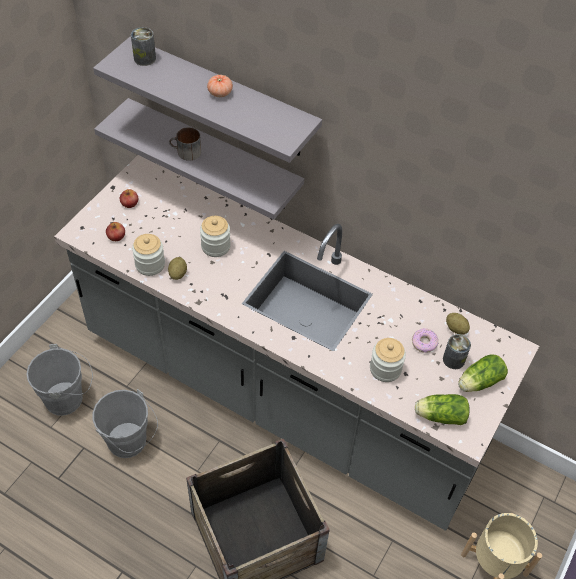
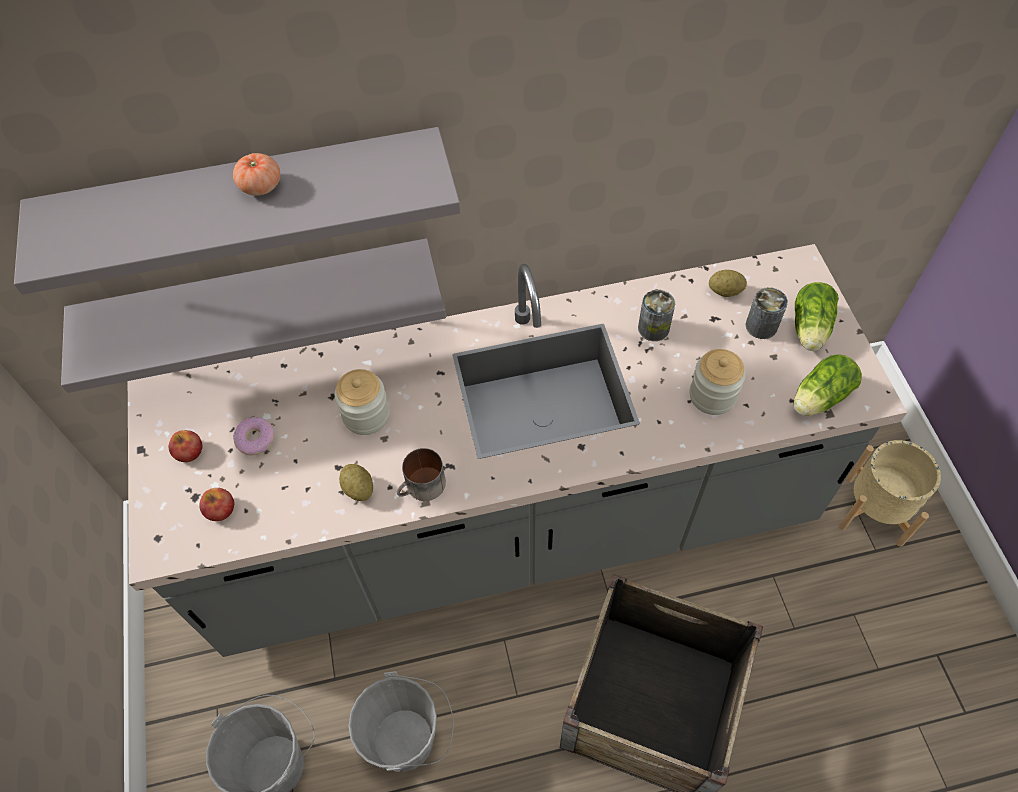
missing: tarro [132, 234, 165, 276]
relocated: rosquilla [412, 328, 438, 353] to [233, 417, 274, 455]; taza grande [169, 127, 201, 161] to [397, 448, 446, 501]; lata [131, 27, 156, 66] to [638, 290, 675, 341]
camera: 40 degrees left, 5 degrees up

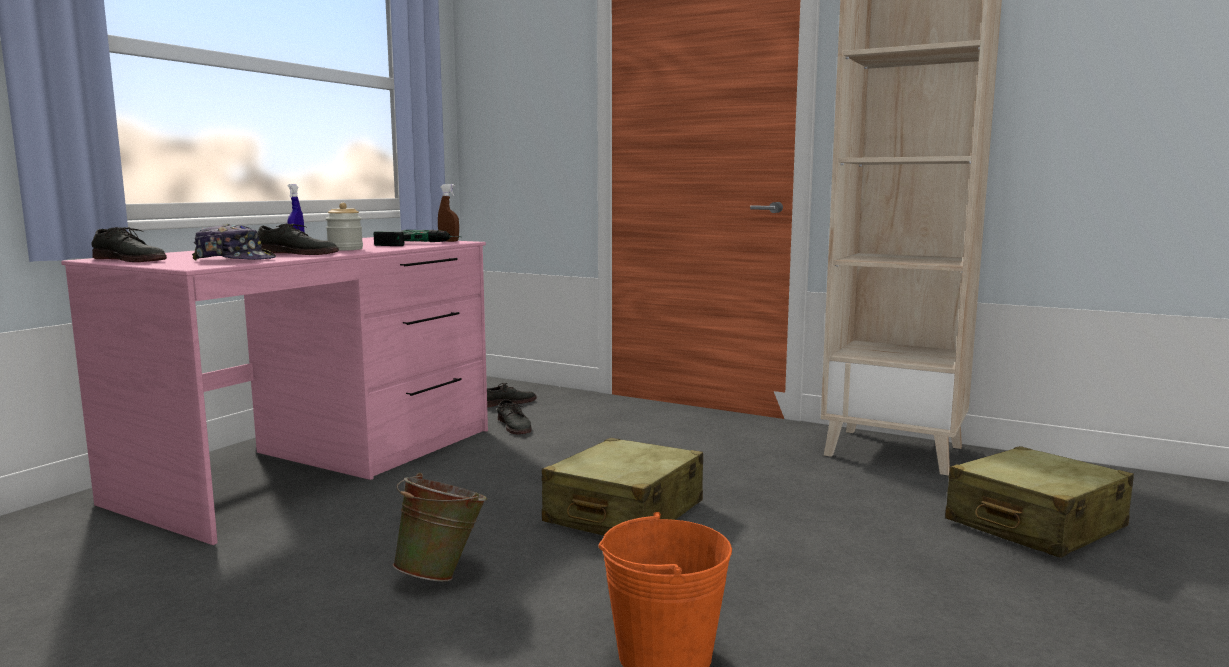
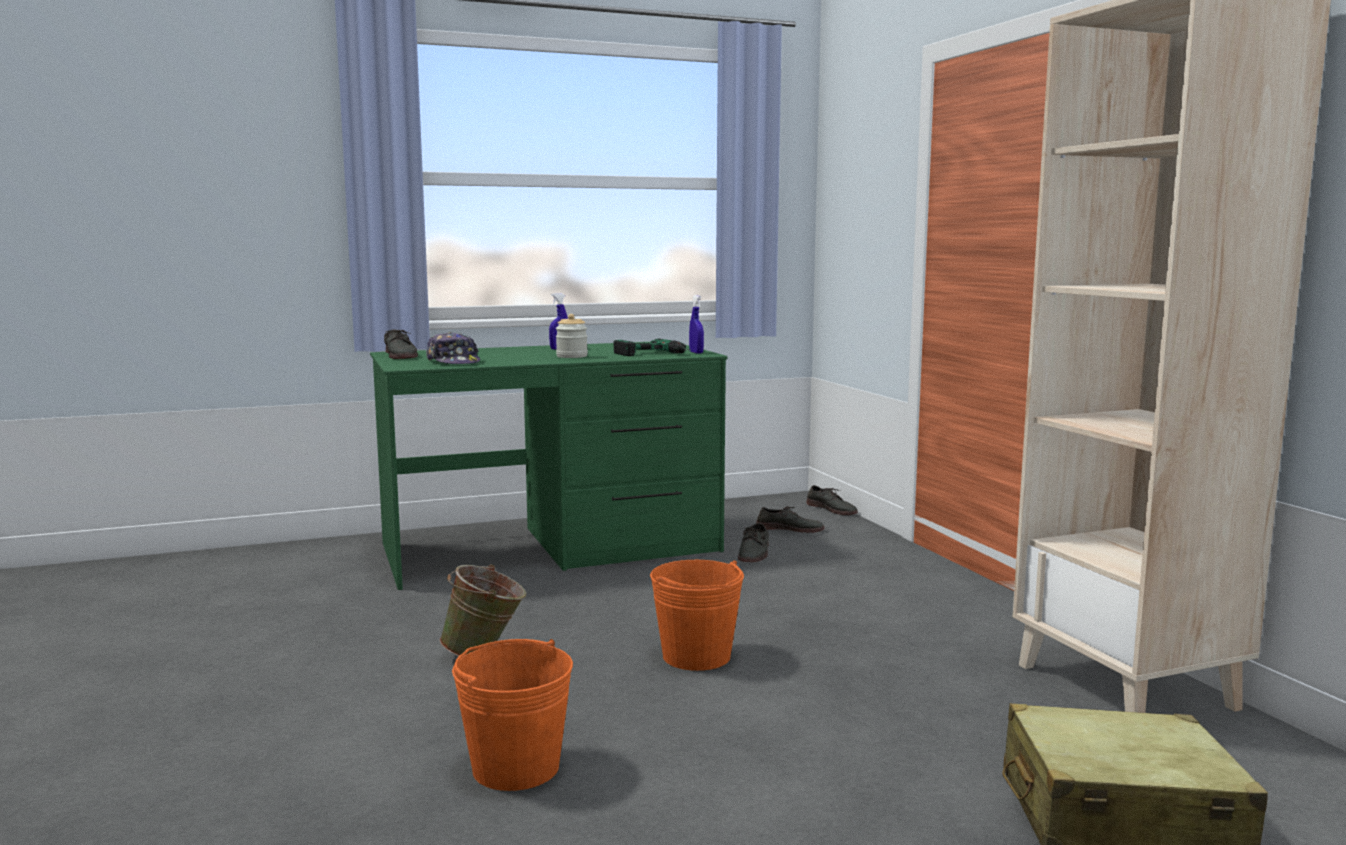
relocated: zapato [gris] [257, 224, 339, 255] to [806, 485, 858, 515]
exchanged: maleta [beis] [542, 438, 703, 536] to cubo [naranja] [650, 560, 744, 671]
colour: escritorio [rosa] [61, 237, 488, 545] to escritorio [verde] [370, 342, 728, 590]; pulverizador [marrón] [438, 184, 459, 242] to pulverizador [azul] [689, 295, 704, 354]
camera: 40 degrees right, 0 degrees up

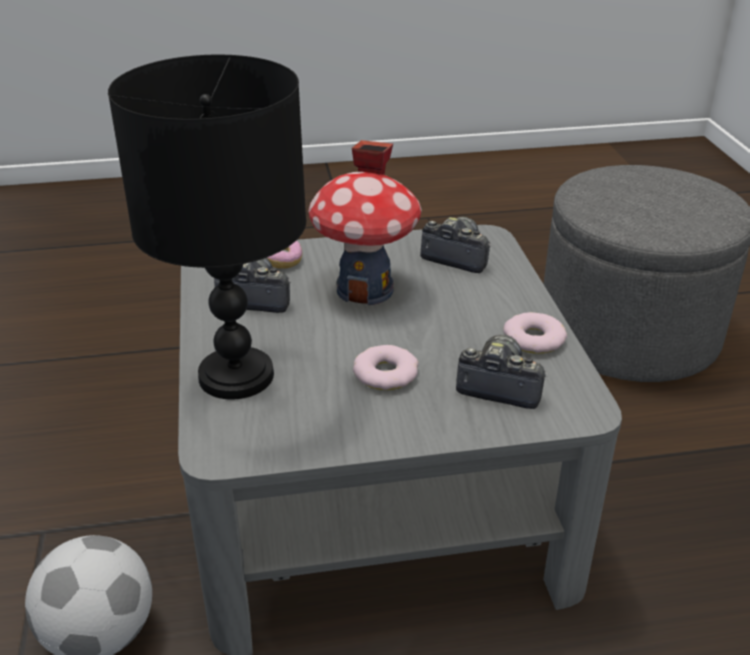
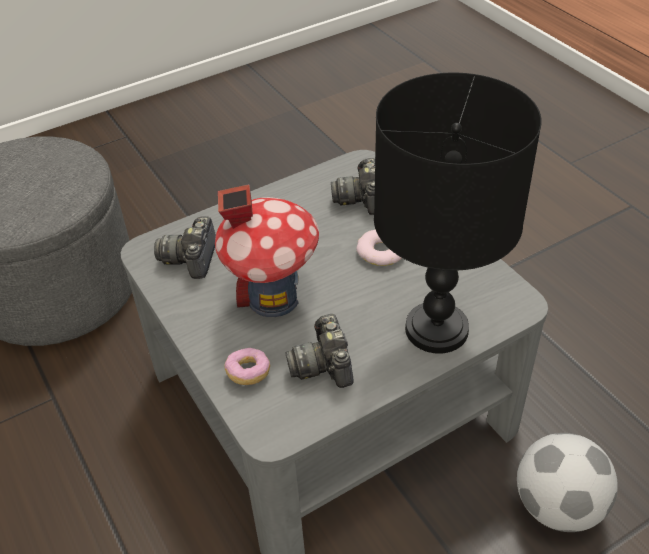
missing: rosquilla [503, 312, 567, 354]
camera: 110 degrees left, 10 degrees up

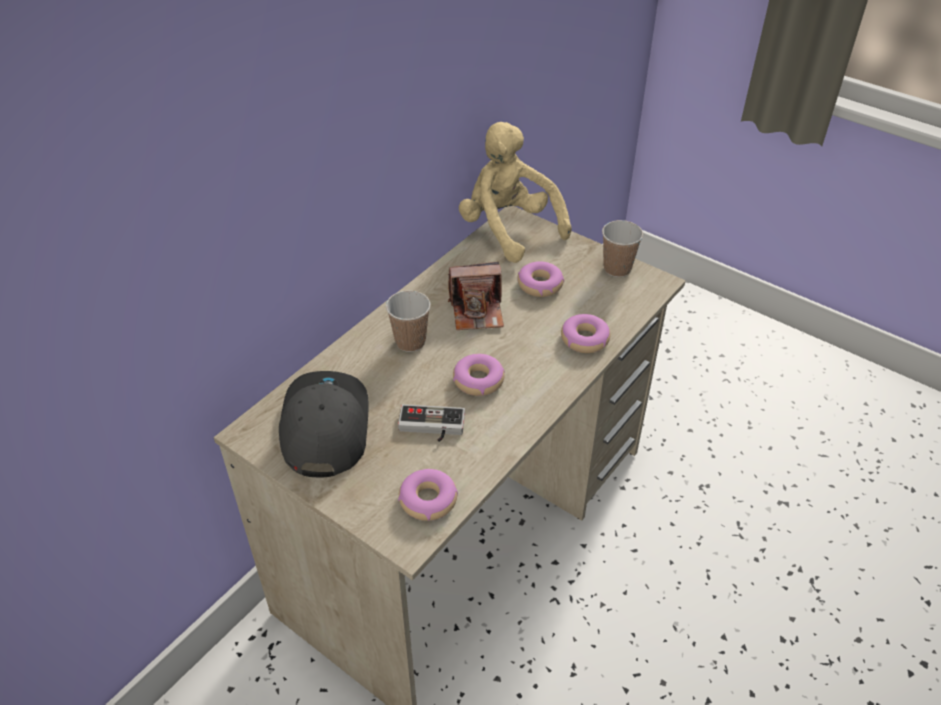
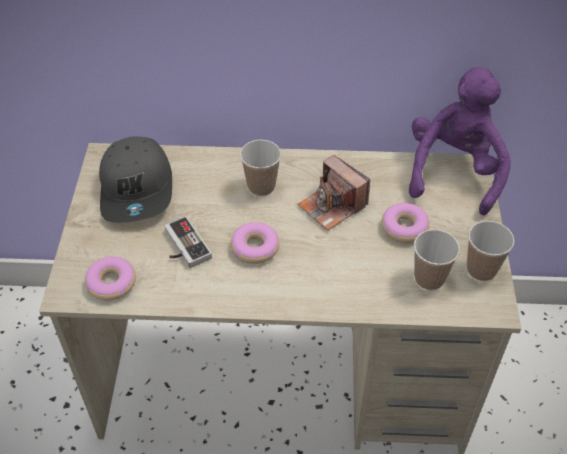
missing: rosquilla [561, 314, 611, 353]
appeared: taza [414, 229, 460, 290]
colour: peluche [beis] [459, 122, 572, 263] to peluche [morado] [409, 67, 511, 215]
spun: gorra [gris] [279, 371, 369, 478] = [99, 137, 172, 223] 120 degrees clockwise
camera: 55 degrees right, 5 degrees up

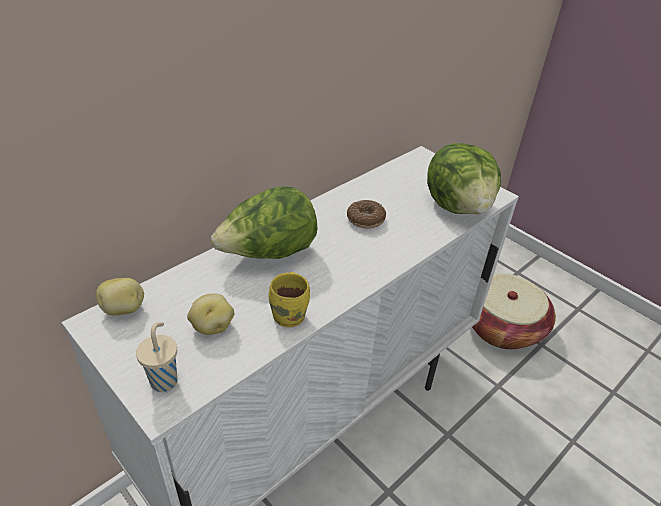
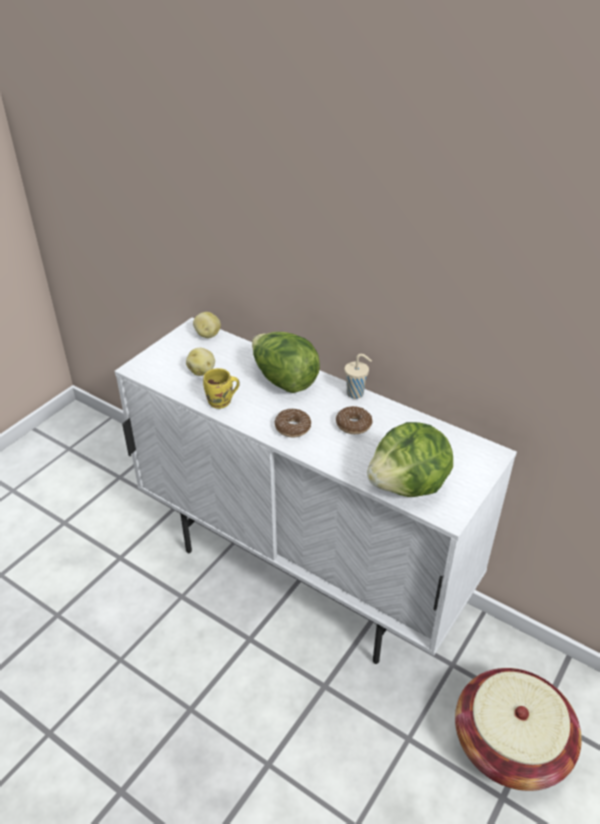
appeared: rosquilla [275, 408, 311, 437]
relocated: taza [beis] [136, 322, 177, 392] to [344, 354, 372, 399]
camera: 80 degrees right, 0 degrees up

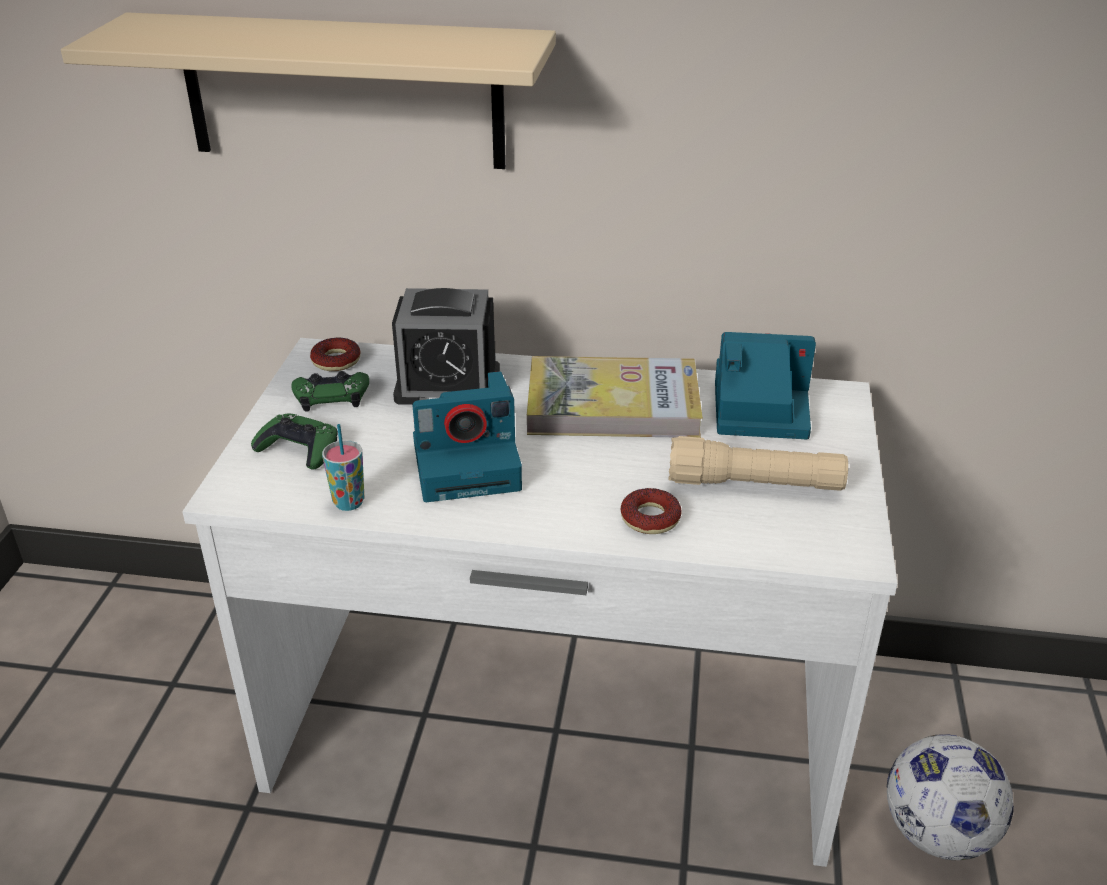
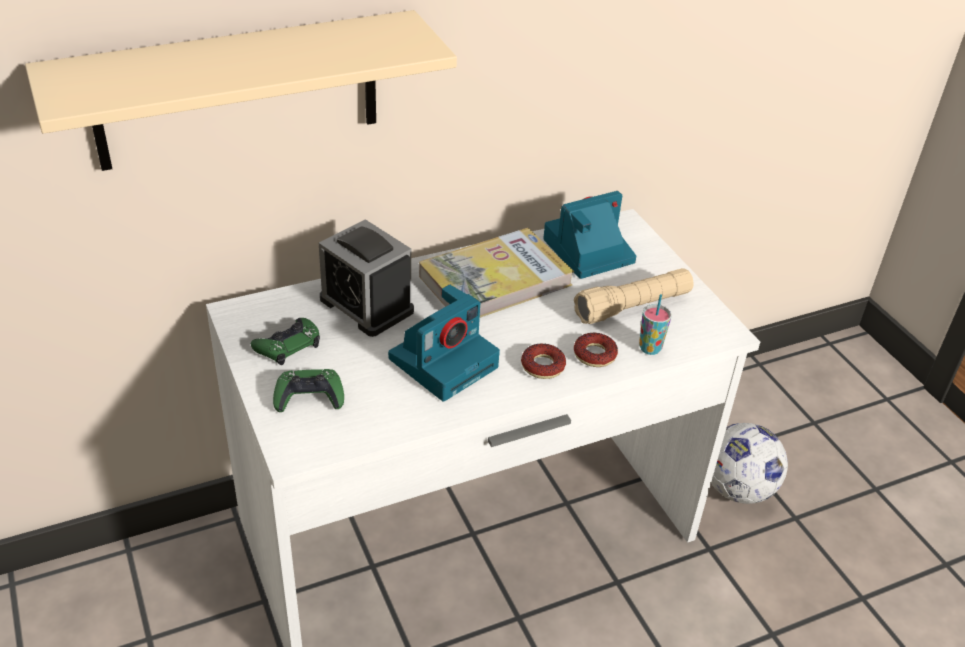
relocated: rosquilla [310, 338, 361, 371] to [521, 344, 566, 379]; taza [322, 424, 364, 511] to [639, 294, 672, 355]
spun: despertador [392, 288, 500, 405] = [319, 219, 414, 337] 75 degrees clockwise
camera: 35 degrees left, 5 degrees up

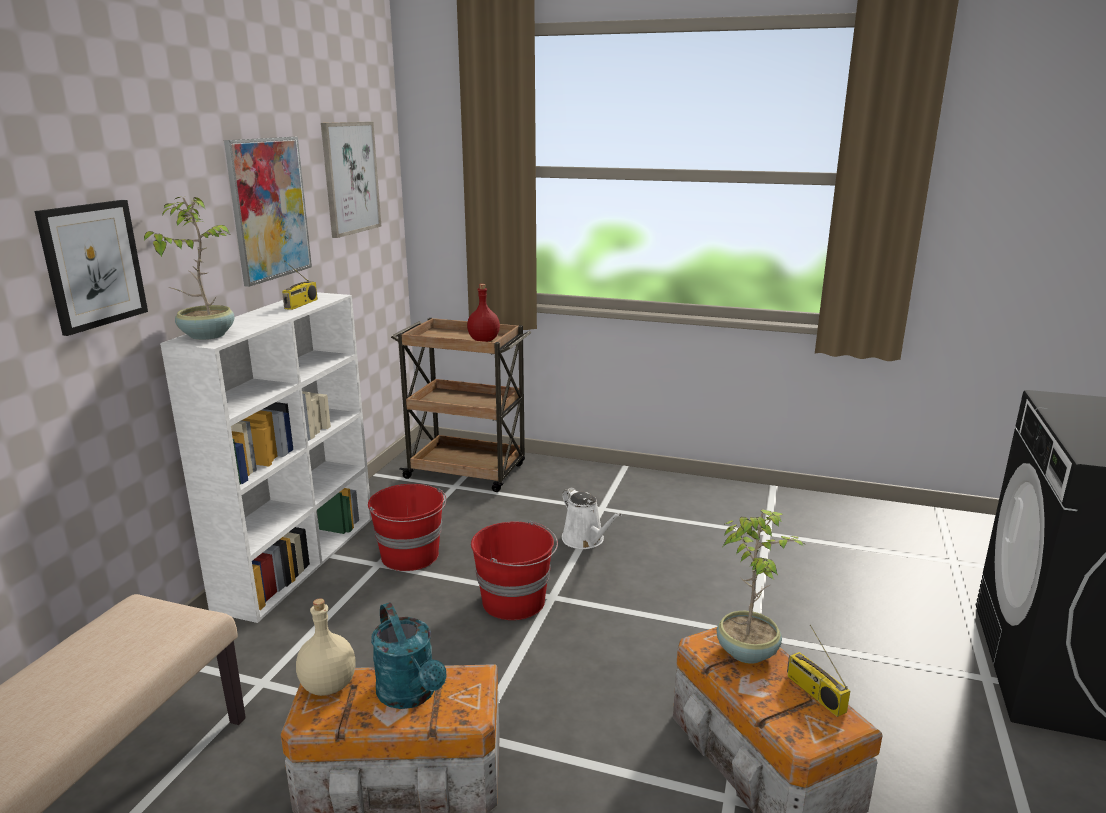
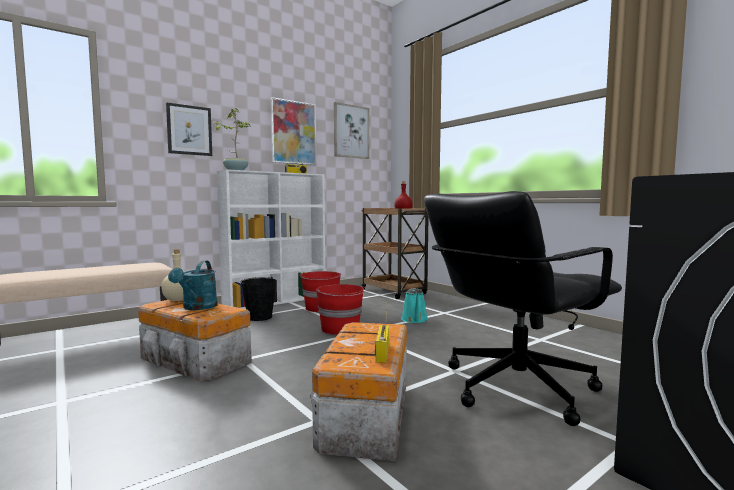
missing: planta en maceta [717, 510, 803, 664]
appeared: cubo [negro] [240, 277, 277, 321]; silla de oficina [negro] [424, 191, 622, 426]
colour: regadera [blanco] [562, 488, 622, 549] to regadera [turquesa] [401, 288, 428, 323]
camera: 35 degrees right, 15 degrees down

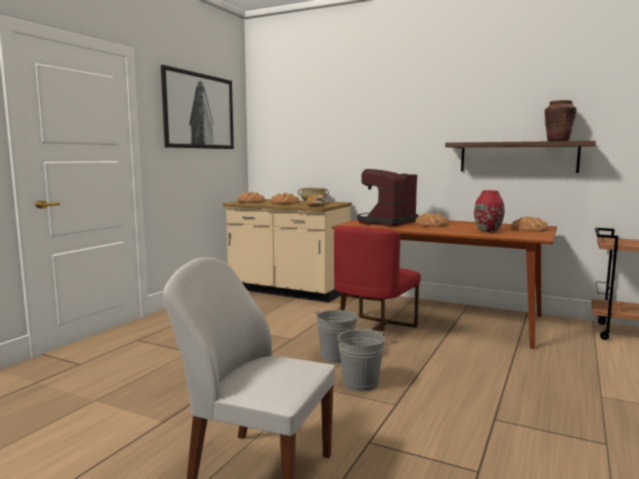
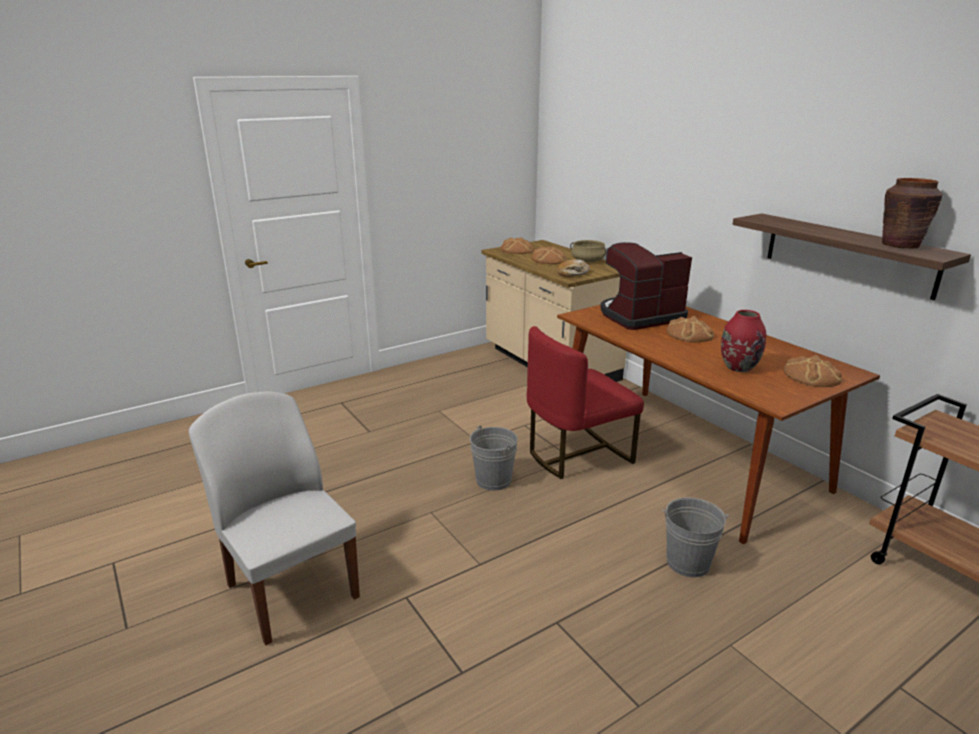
missing: cuadro [161, 65, 234, 149]
relocated: cubo [gris] [336, 329, 385, 391] to [662, 497, 729, 577]
camera: 30 degrees right, 15 degrees up

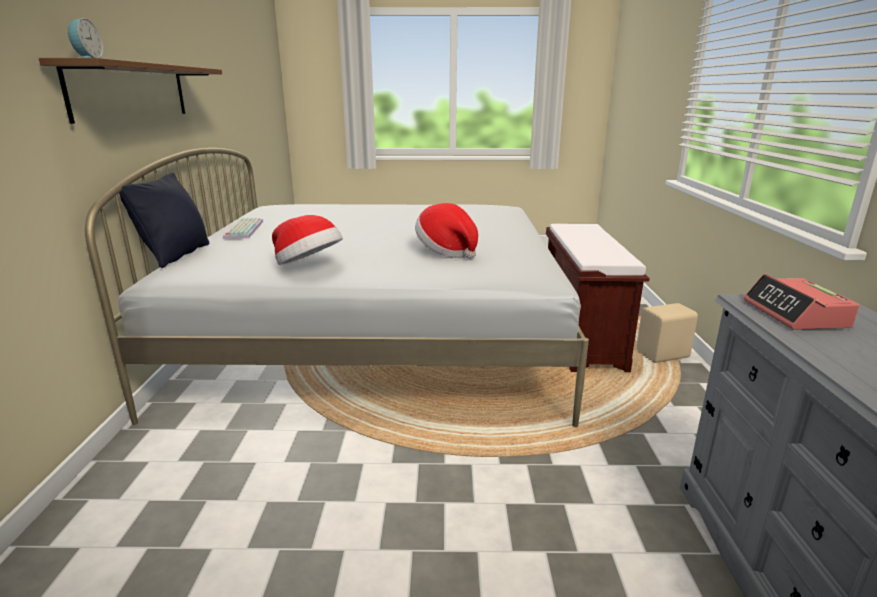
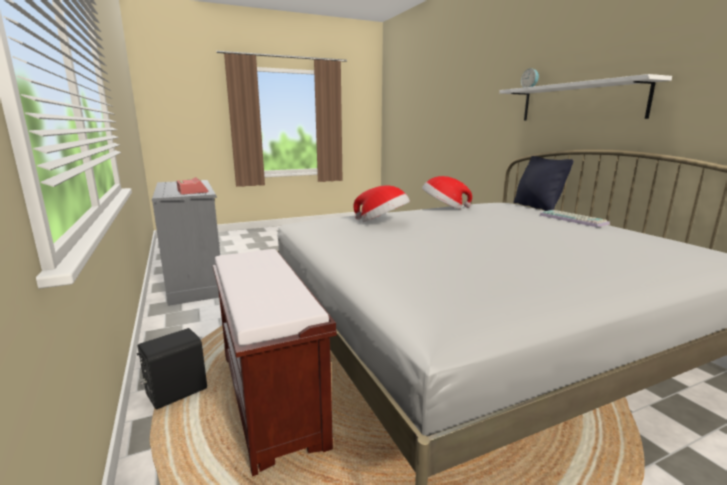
colour: altavoz [beis] [636, 303, 698, 363] to altavoz [negro] [137, 328, 207, 410]; estante [marrón] [39, 58, 222, 124] to estante [blanco] [499, 74, 672, 120]
camera: 155 degrees right, 5 degrees down

